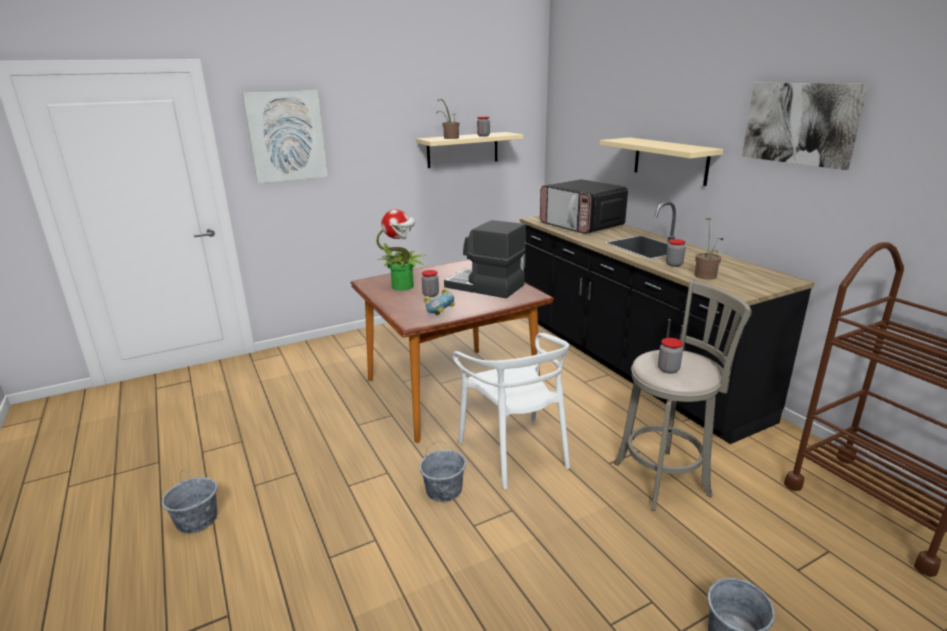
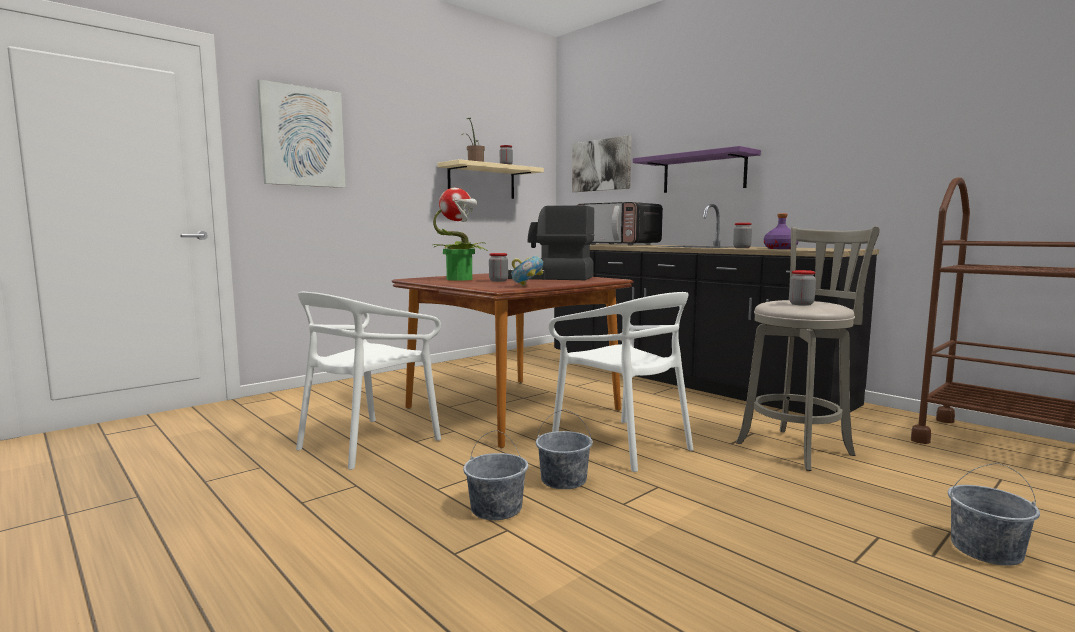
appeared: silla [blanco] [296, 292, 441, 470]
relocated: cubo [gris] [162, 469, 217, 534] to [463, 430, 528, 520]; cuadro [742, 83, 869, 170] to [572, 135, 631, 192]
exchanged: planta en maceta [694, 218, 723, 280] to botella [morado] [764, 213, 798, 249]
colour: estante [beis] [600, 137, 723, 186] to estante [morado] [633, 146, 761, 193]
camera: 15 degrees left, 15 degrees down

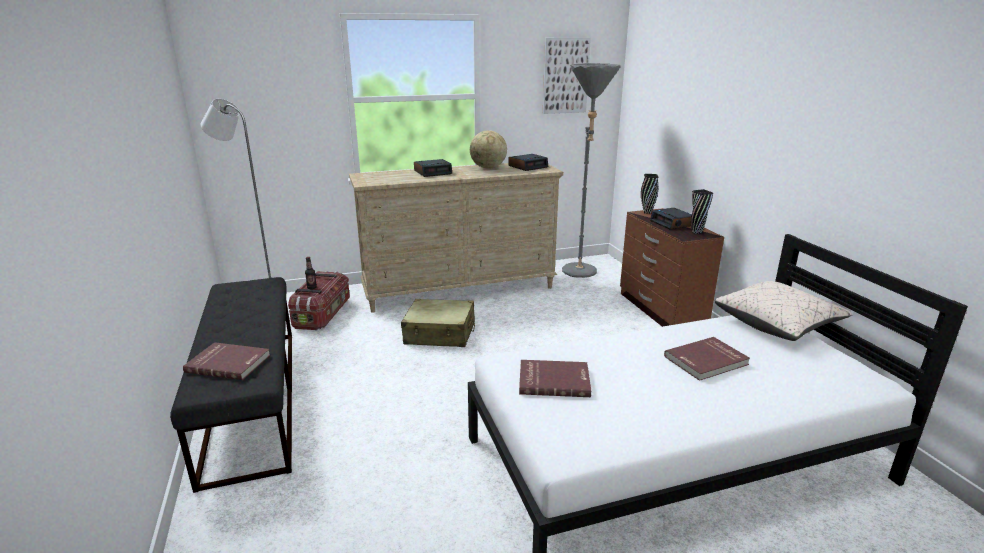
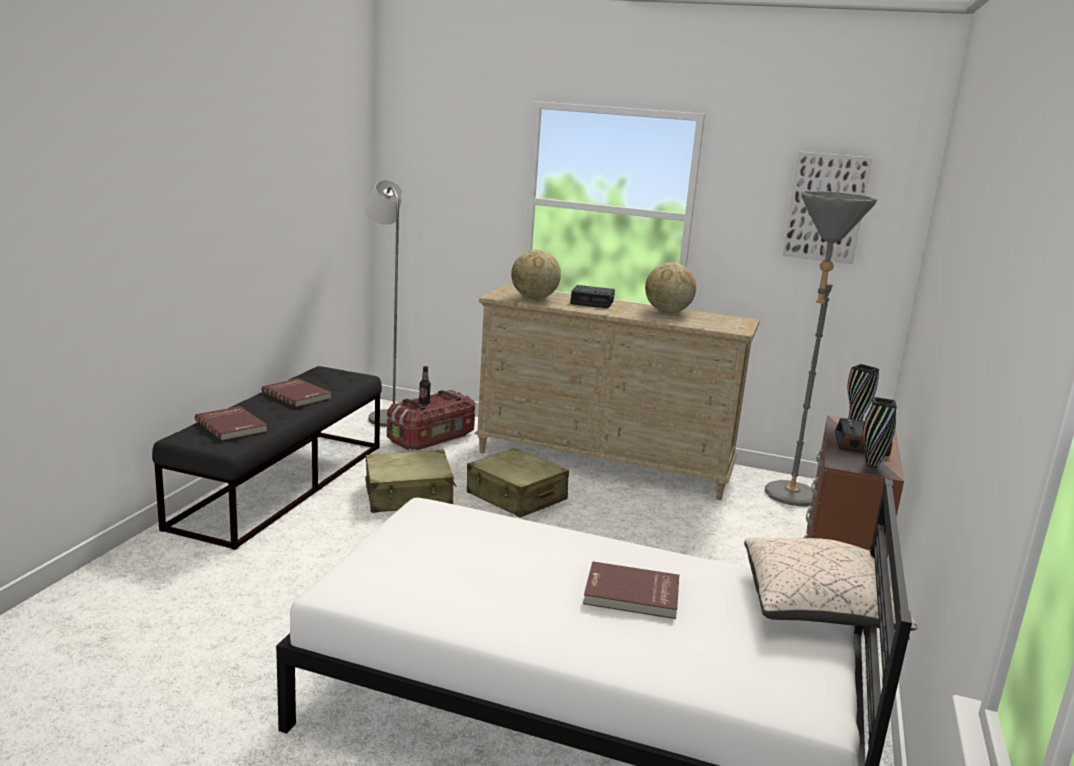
missing: despertador [508, 154, 548, 171]
appeared: maleta [beis] [365, 450, 457, 513]; globo terráqueo [511, 250, 561, 299]
relocated: libro [rojo] [519, 360, 591, 397] to [262, 378, 331, 408]
camera: 35 degrees right, 5 degrees down

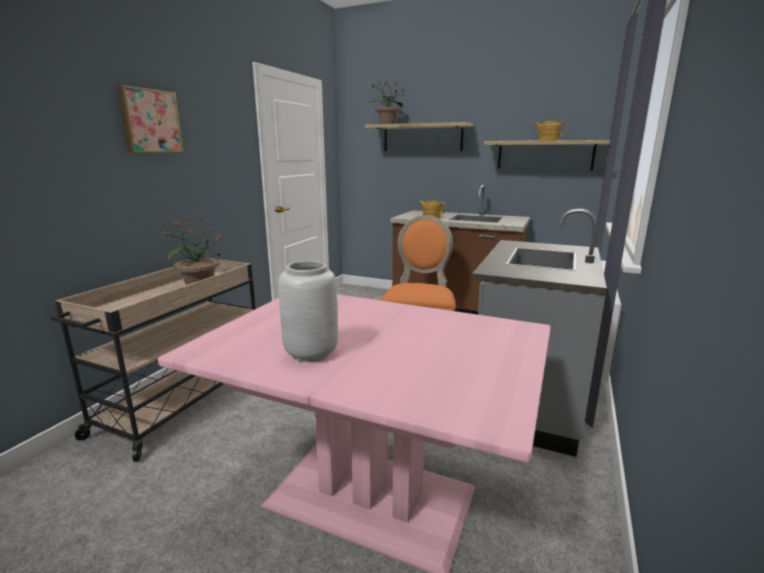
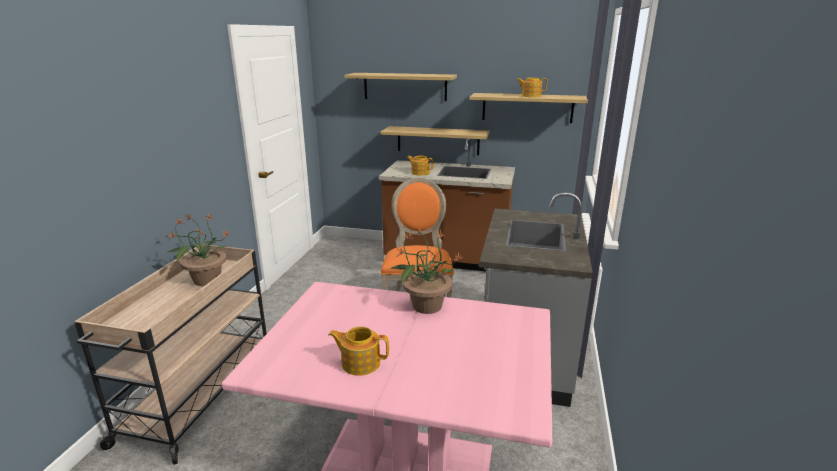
missing: cuadro [117, 85, 183, 153]
appeared: estante [380, 126, 490, 155]
relocated: planta en maceta [369, 80, 404, 124] to [390, 228, 463, 314]
exchanged: florero [gris] [278, 261, 338, 362] to tetera [329, 327, 389, 376]
camera: 10 degrees left, 5 degrees up

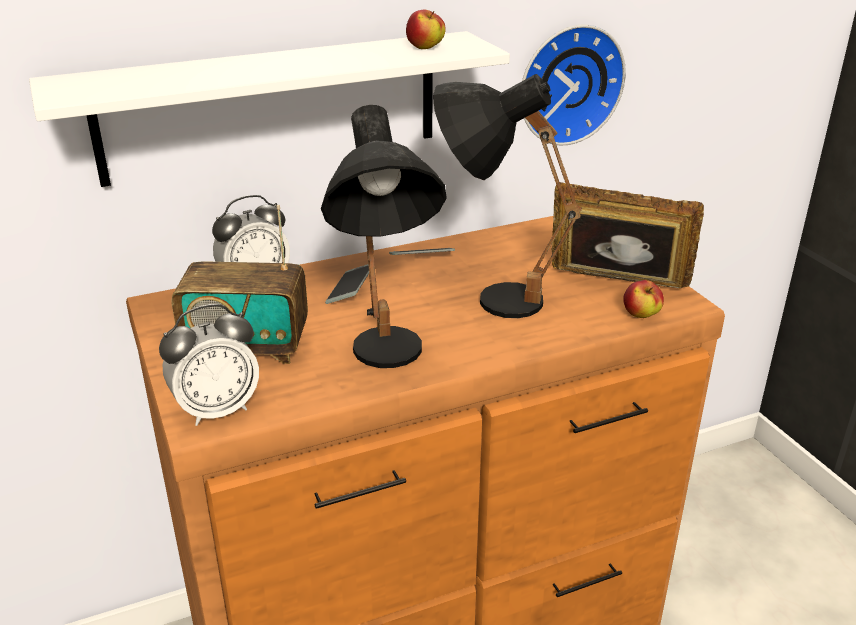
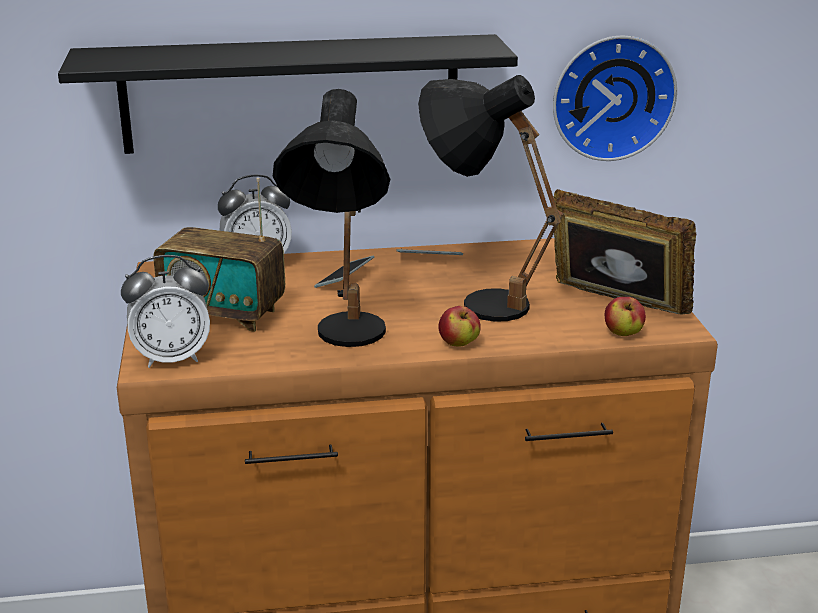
relocated: manzana [406, 10, 446, 49] to [438, 306, 481, 347]
colour: estante [blanco] [29, 31, 510, 187] to estante [negro] [58, 34, 518, 154]
camera: 15 degrees right, 5 degrees down

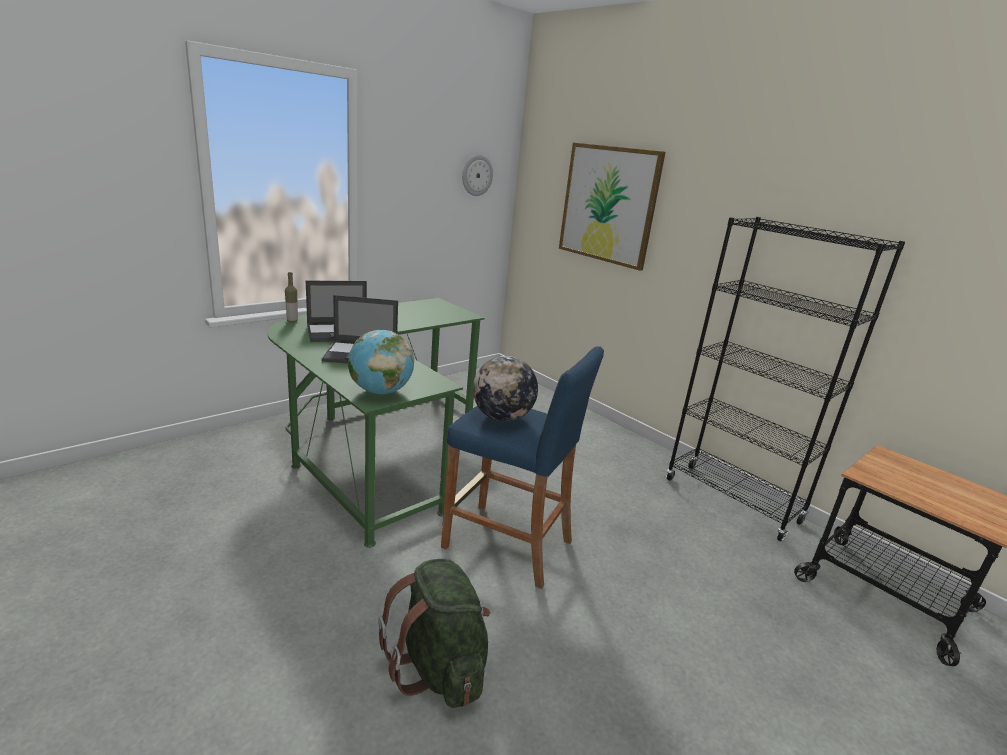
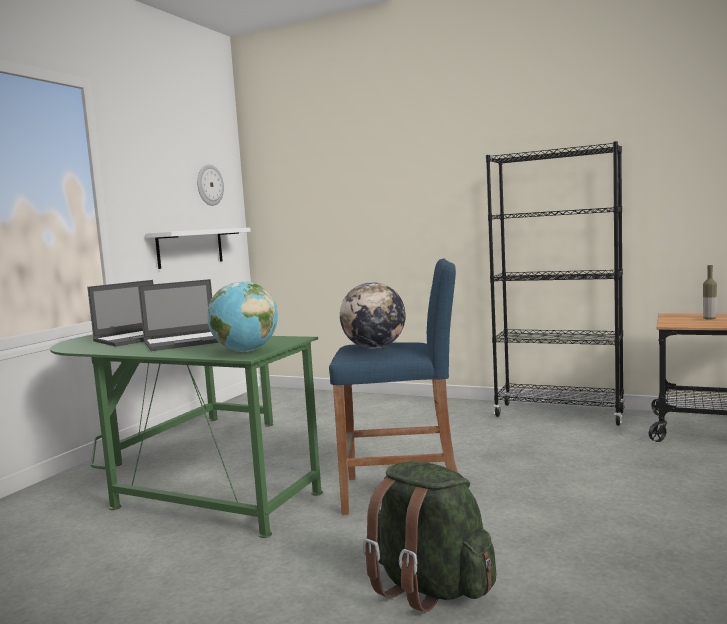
missing: cuadro [559, 143, 665, 271]
appeared: estante [blanco] [145, 228, 251, 269]
relocated: botella [285, 272, 298, 322] to [703, 265, 717, 320]
camera: 20 degrees left, 15 degrees down

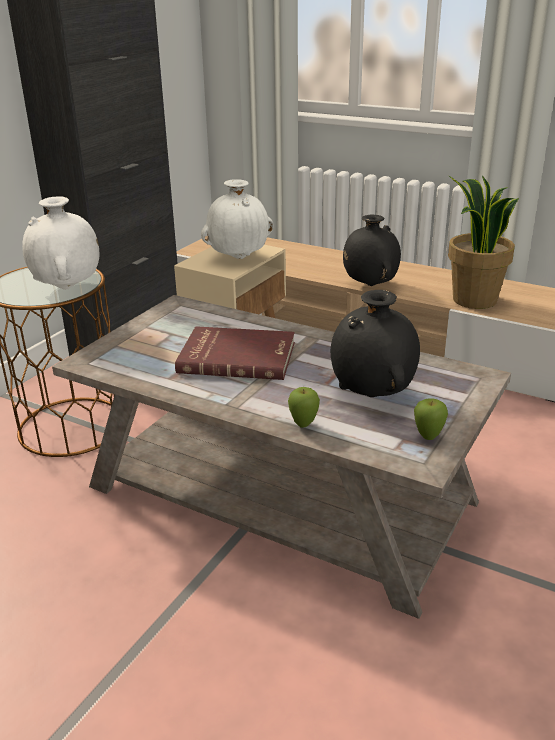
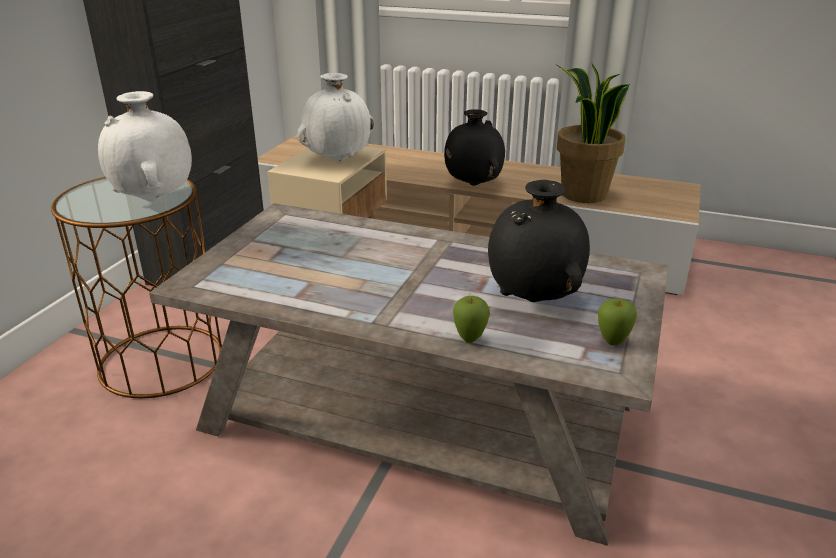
missing: libro [rojo] [175, 326, 295, 380]
camera: 10 degrees left, 0 degrees up

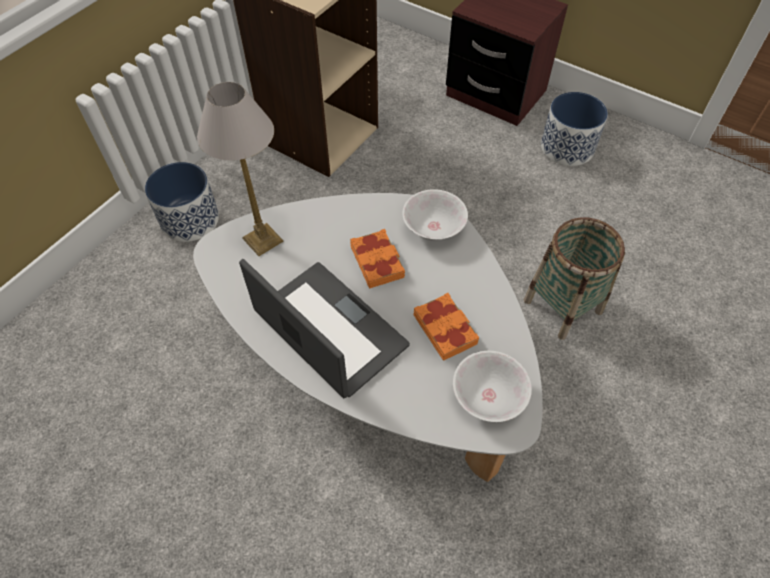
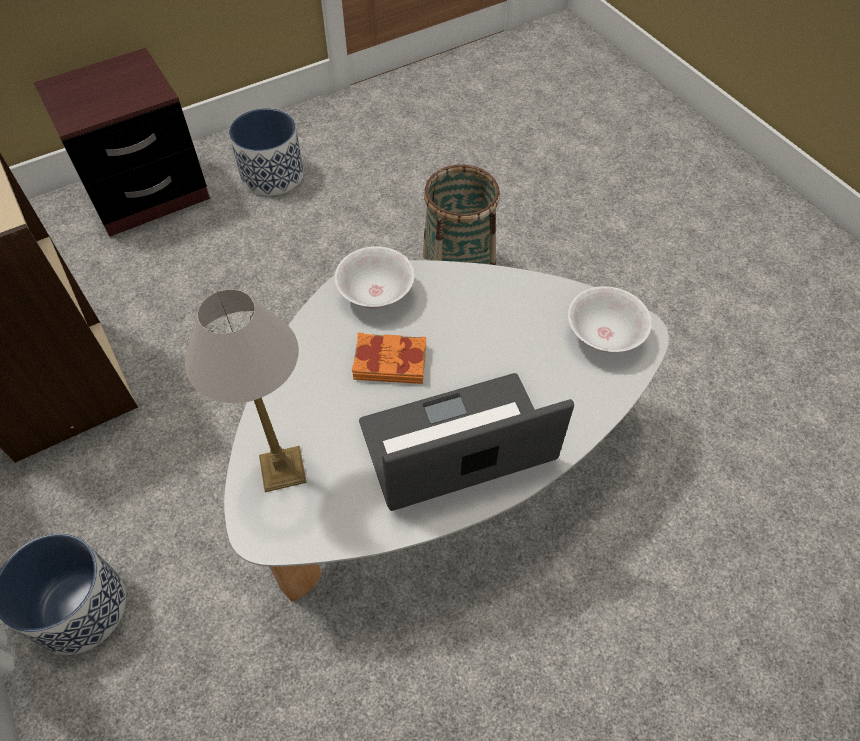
missing: libro [naranja] [413, 293, 479, 361]
camera: 65 degrees left, 0 degrees up

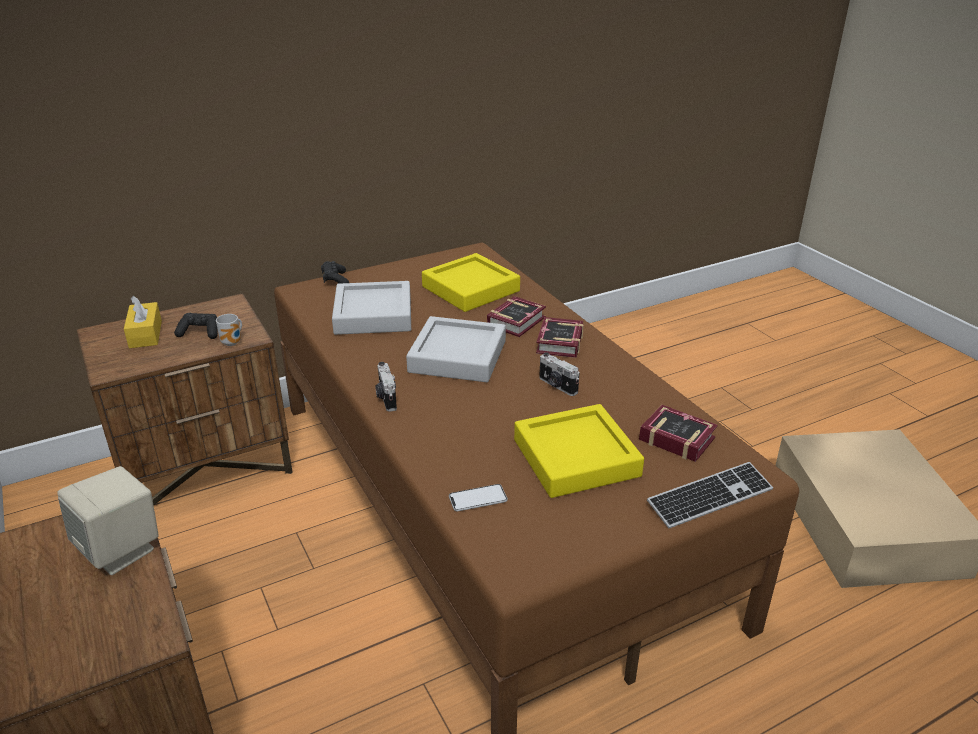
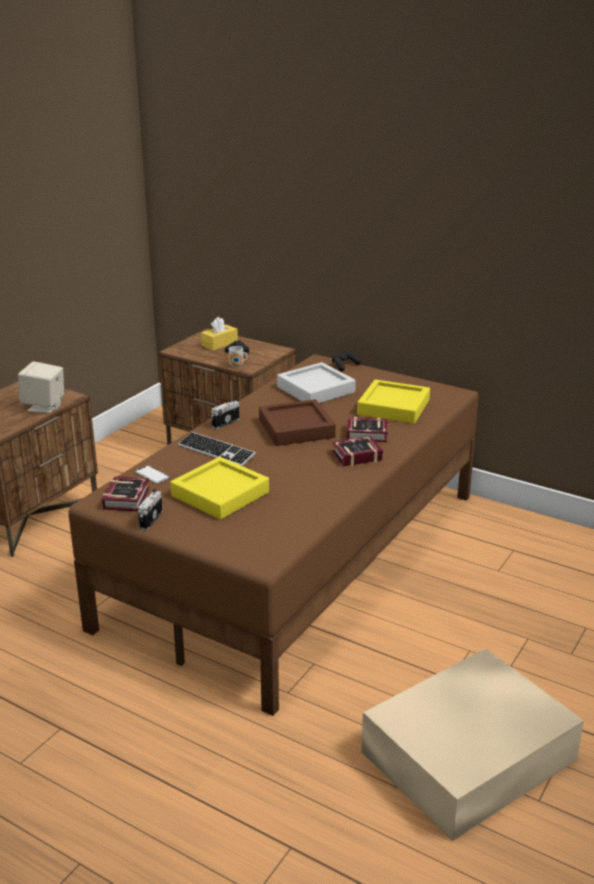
relocated: libro [639, 405, 717, 462] to [102, 476, 150, 511]; cámara [539, 352, 580, 396] to [138, 489, 162, 530]; teclado [647, 462, 773, 528] to [178, 432, 256, 466]
colour: bandeja [gris] [406, 316, 506, 382] to bandeja [marrón] [259, 399, 336, 446]
camera: 60 degrees right, 5 degrees down

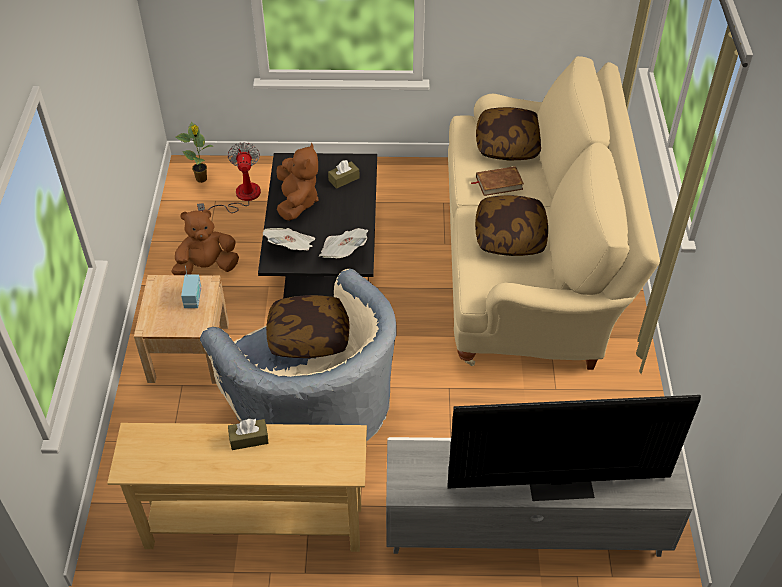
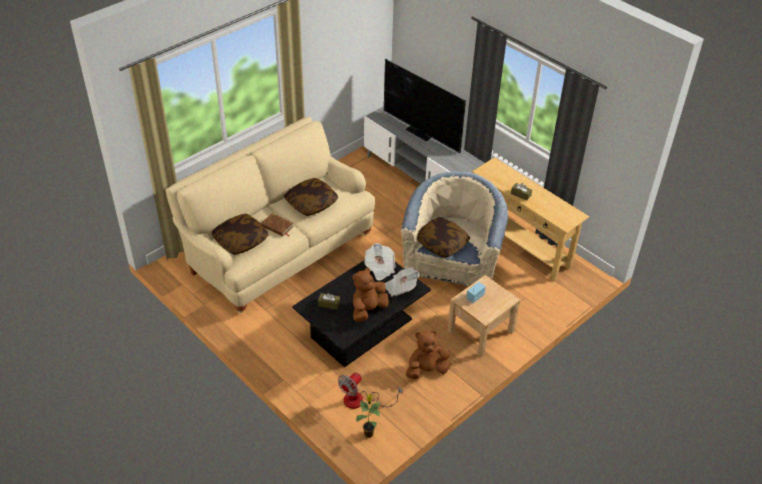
spun: peluche [marrón] [171, 209, 239, 275] = [406, 330, 451, 379] 135 degrees clockwise
camera: 135 degrees left, 5 degrees down

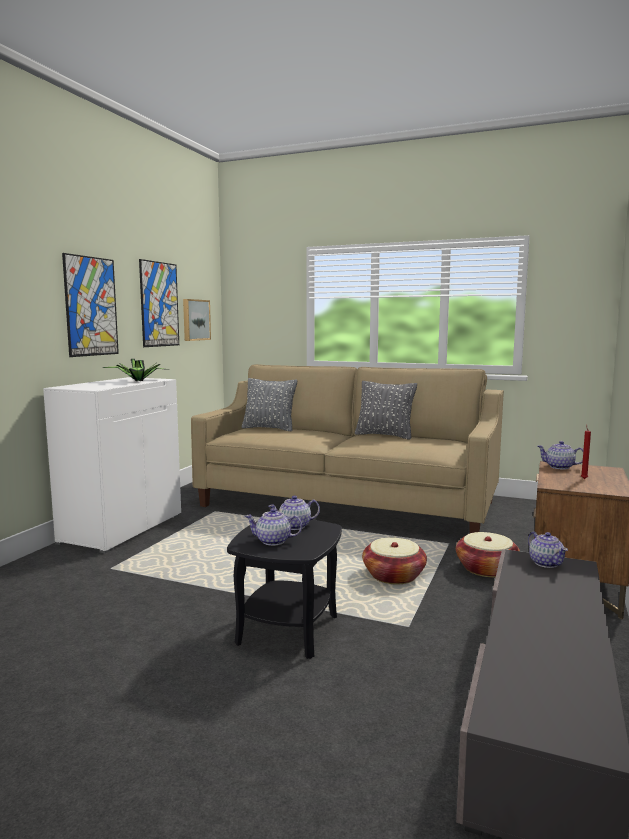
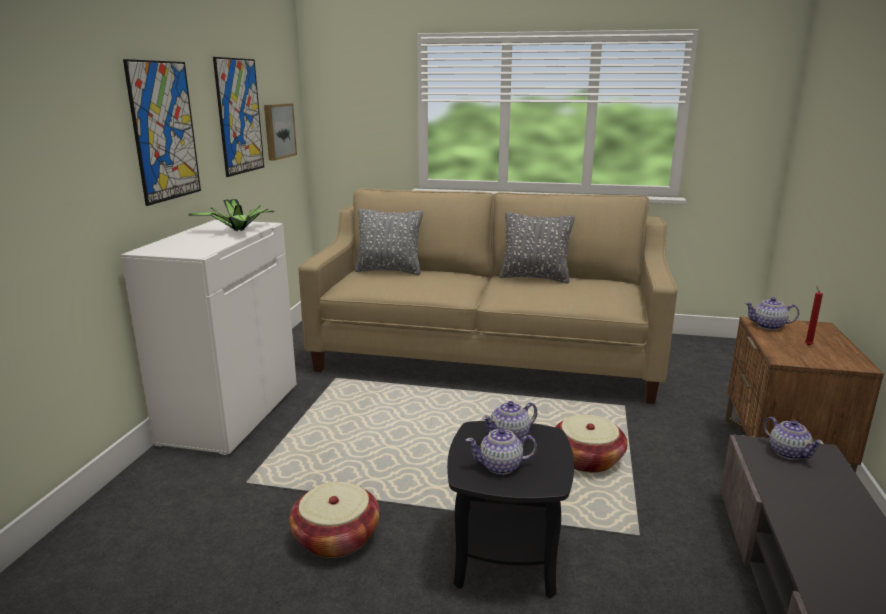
relocated: cesta [456, 532, 520, 577] to [289, 482, 380, 558]
camera: 10 degrees left, 10 degrees up

